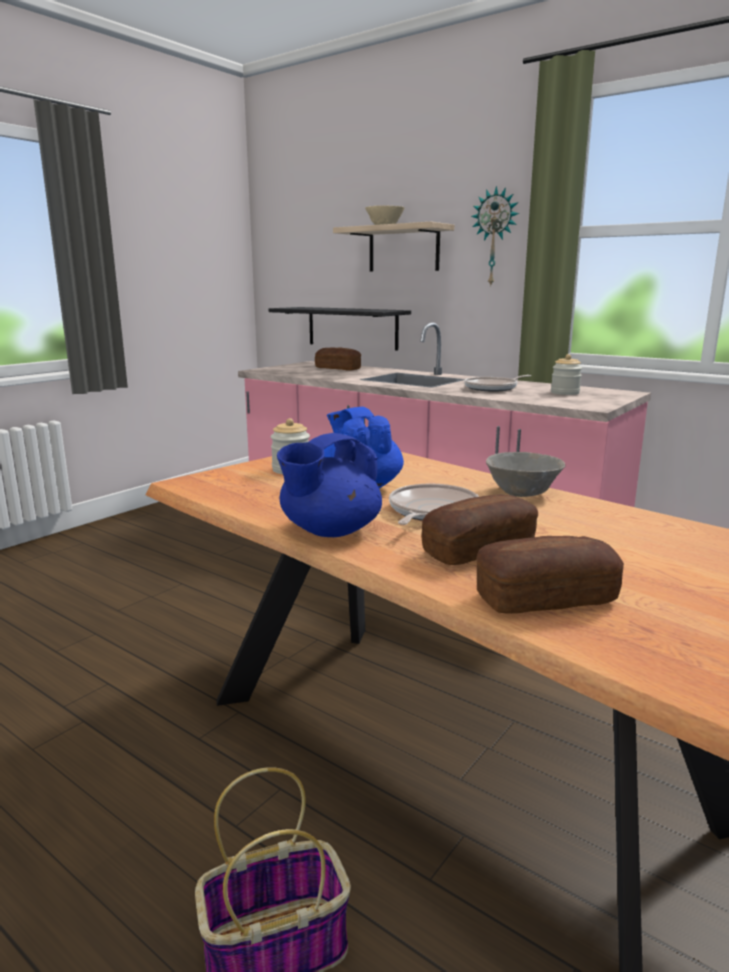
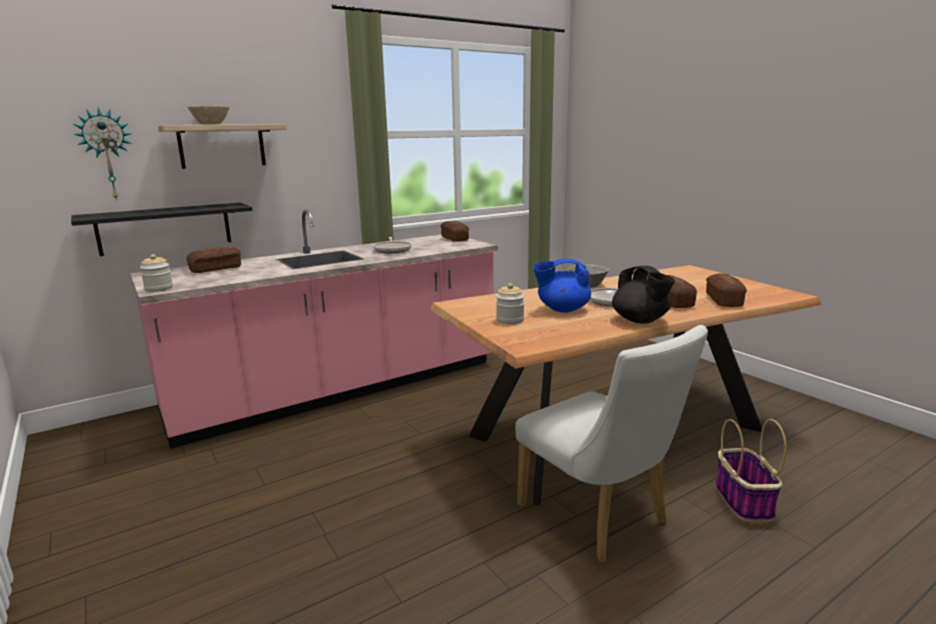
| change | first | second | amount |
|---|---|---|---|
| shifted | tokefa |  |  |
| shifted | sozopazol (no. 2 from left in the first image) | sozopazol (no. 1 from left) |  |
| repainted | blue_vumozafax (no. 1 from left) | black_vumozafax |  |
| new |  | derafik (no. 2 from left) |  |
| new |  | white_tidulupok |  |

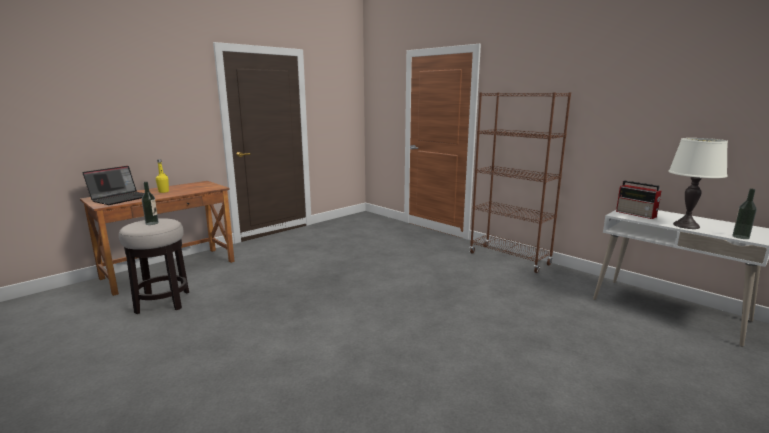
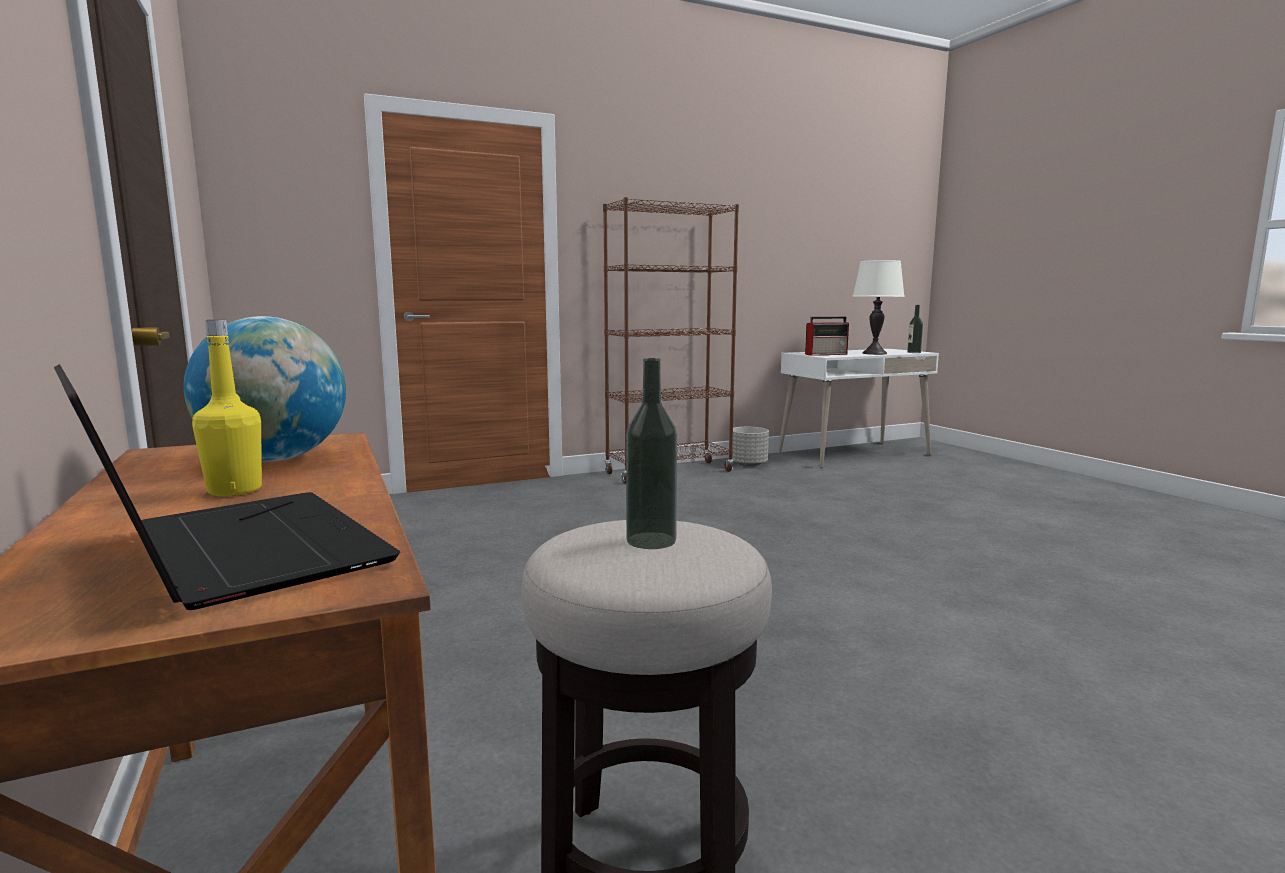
| change | first | second | amount |
|---|---|---|---|
| new |  | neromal |  |
| new |  | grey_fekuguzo |  |

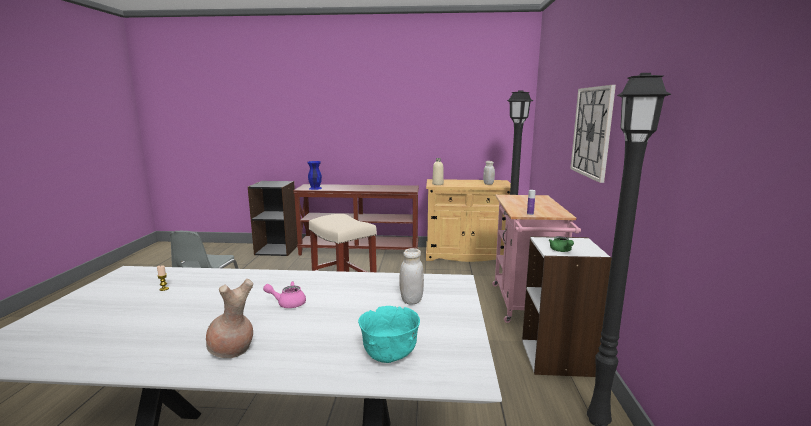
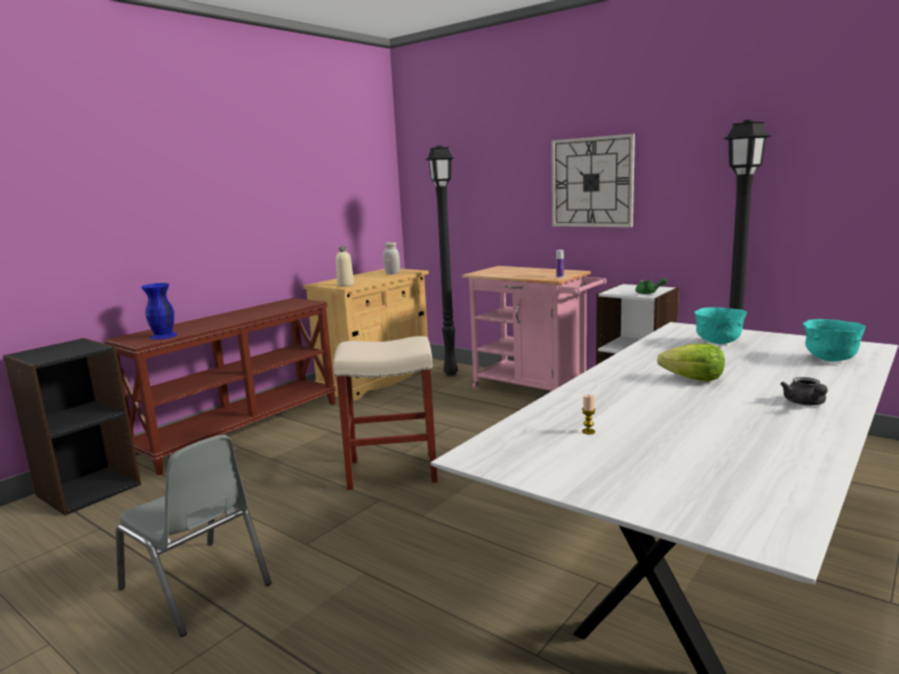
| change | first | second | amount |
|---|---|---|---|
| swapped | white_sozopazol (no. 1 from left) | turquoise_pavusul (no. 1 from left) |  |
| swapped | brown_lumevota | grey_vumozafax |  |
| swapped | pink_vumozafax | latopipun |  |

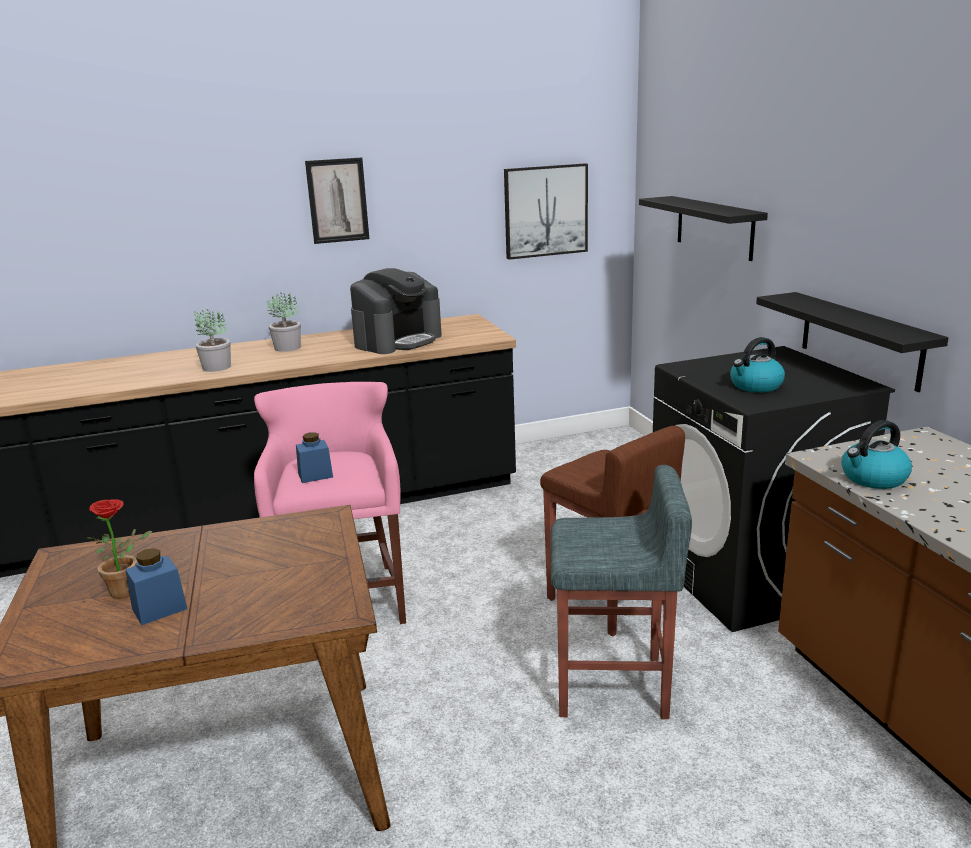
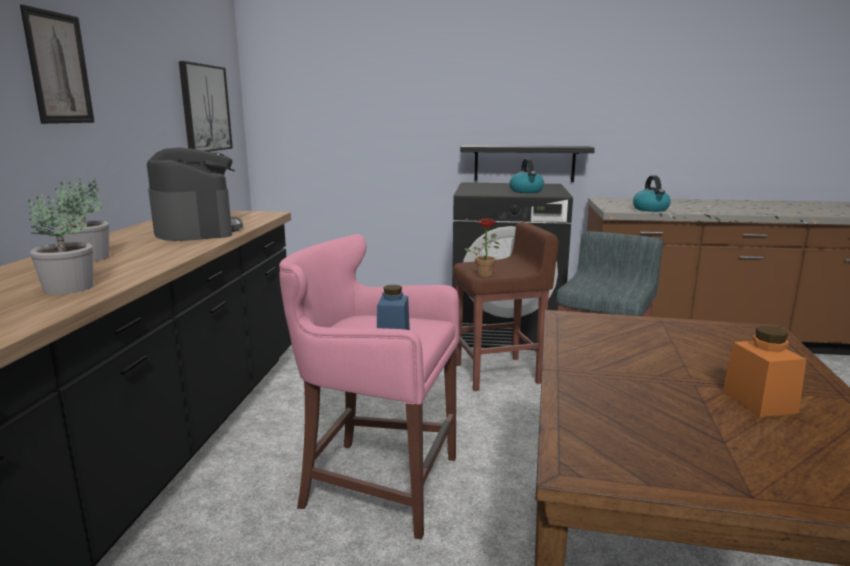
| change | first | second | amount |
|---|---|---|---|
| gone | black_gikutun (no. 1 from left) |  |  |
| shifted | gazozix (no. 1 from left in the first image) | gazozix (no. 3 from left) |  |
| repainted | blue_sozopazol (no. 1 from left) | orange_sozopazol |  |

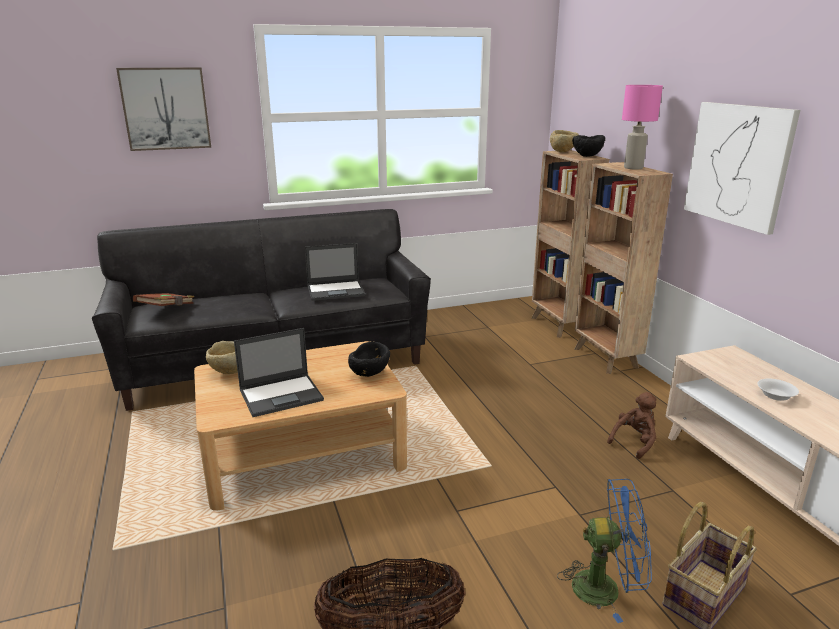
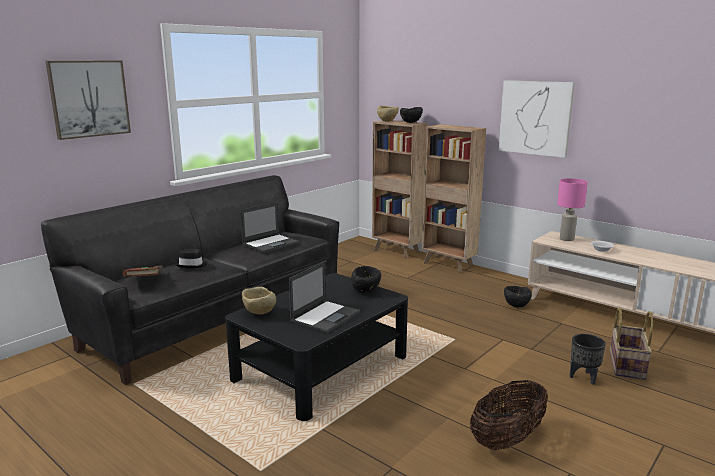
| change | first | second | amount |
|---|---|---|---|
| shifted | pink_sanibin |  |  |
| repainted | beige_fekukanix | black_fekukanix |  |
| swapped | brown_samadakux | black_pavusul (no. 3 from left) |  |
| swapped | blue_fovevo | black_fekuguzo |  |
| new |  | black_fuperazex |  |

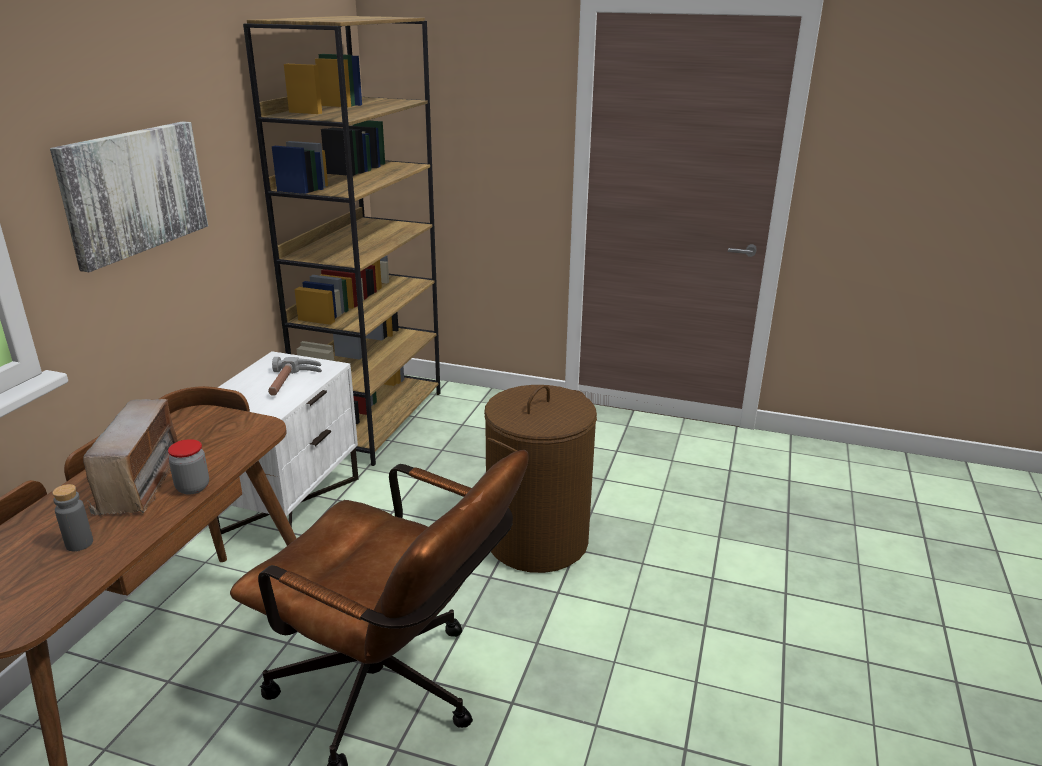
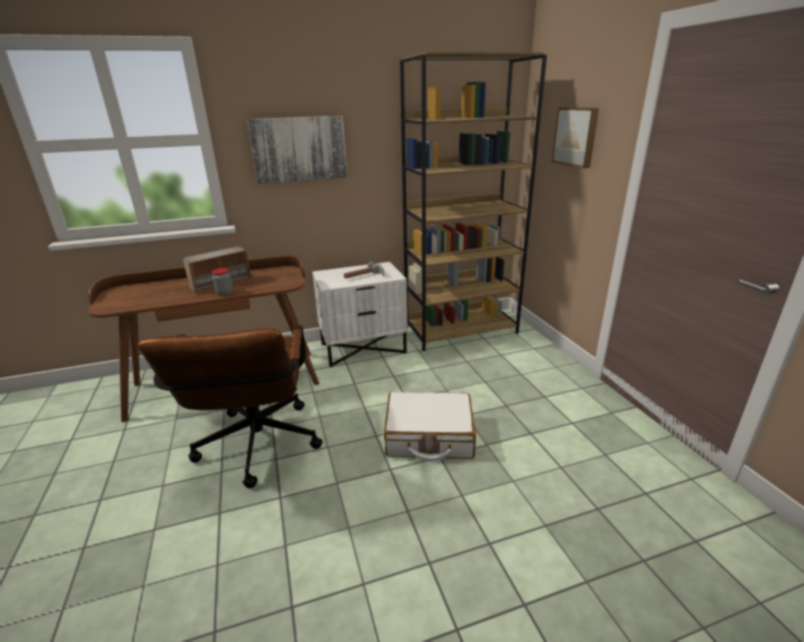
| change | first | second | amount |
|---|---|---|---|
| swapped | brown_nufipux | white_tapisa |  |
| gone | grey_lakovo |  |  |
| new |  | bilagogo (no. 2 from left) |  |

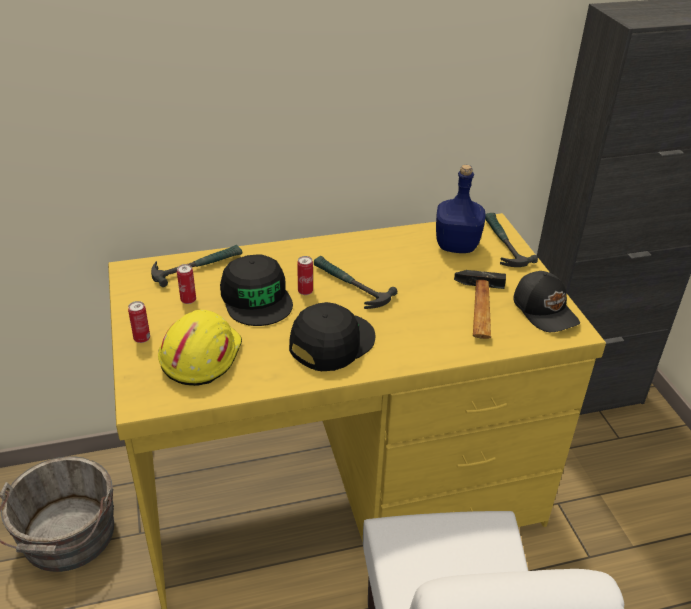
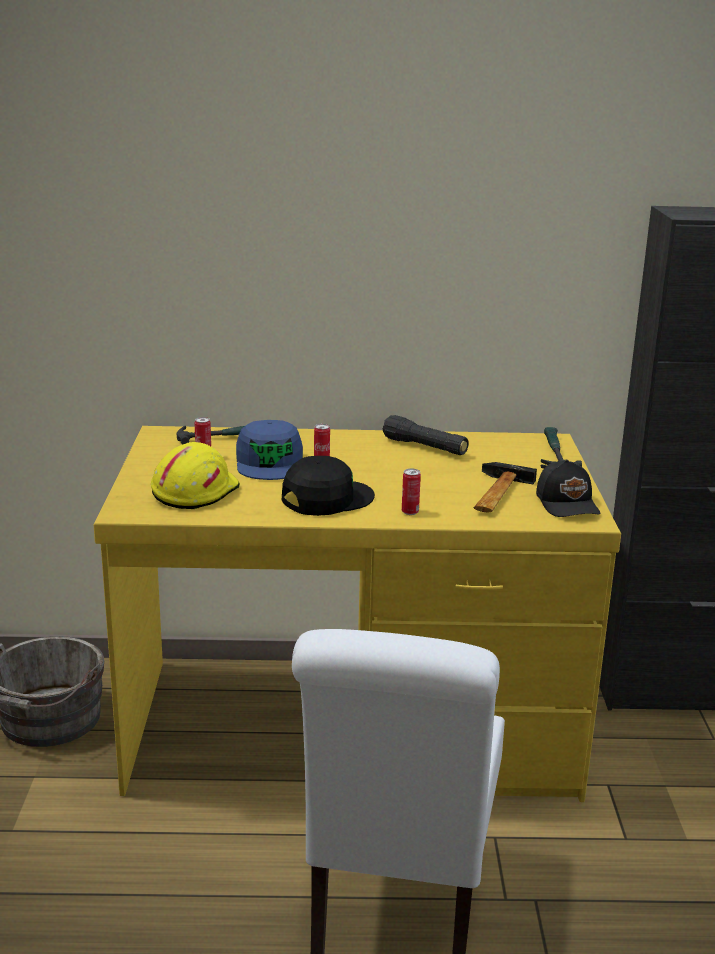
| change | first | second | amount |
|---|---|---|---|
| gone | blue_lakovo |  |  |
| repainted | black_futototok (no. 1 from left) | blue_futototok |  |
| gone | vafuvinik (no. 2 from left) |  |  |
| shifted | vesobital (no. 1 from left in the first image) | vesobital (no. 3 from left) |  |
| new |  | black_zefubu |  |

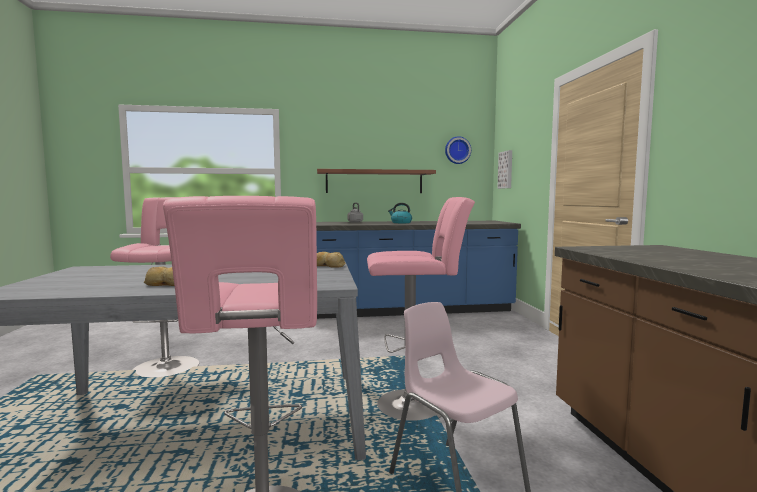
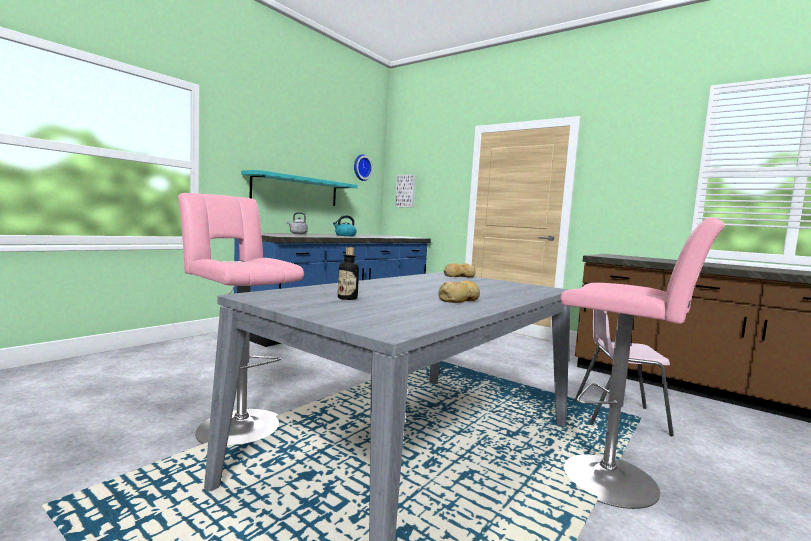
| change | first | second | amount |
|---|---|---|---|
| repainted | brown_gikutun | turquoise_gikutun |  |
| gone | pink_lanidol (no. 3 from left) |  |  |
| new |  | lakovo |  |

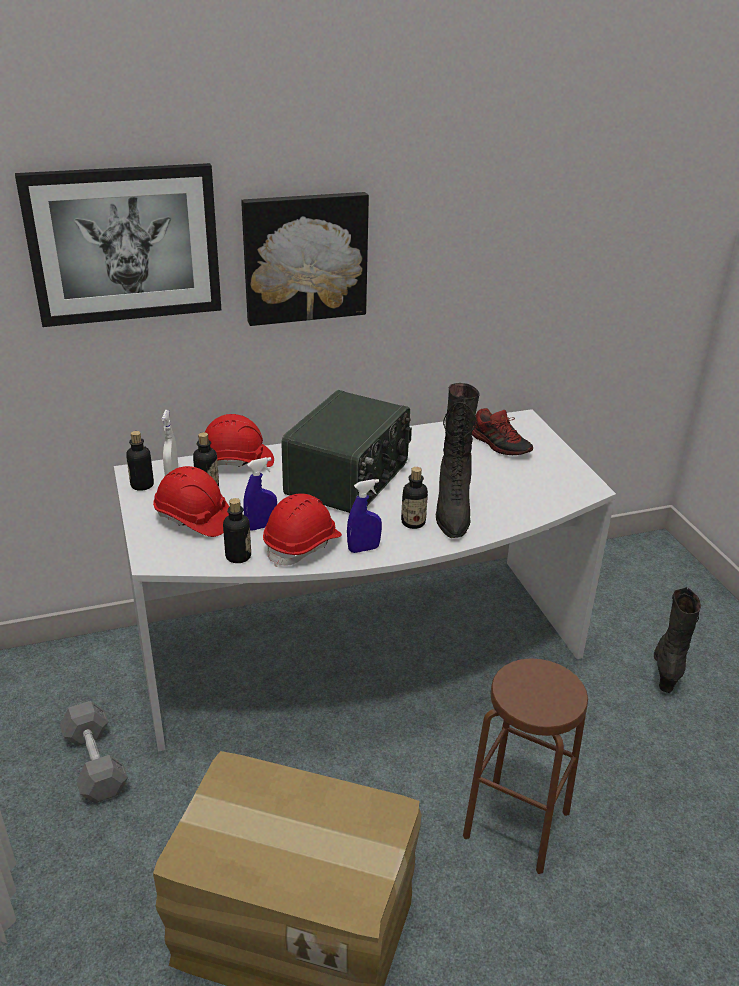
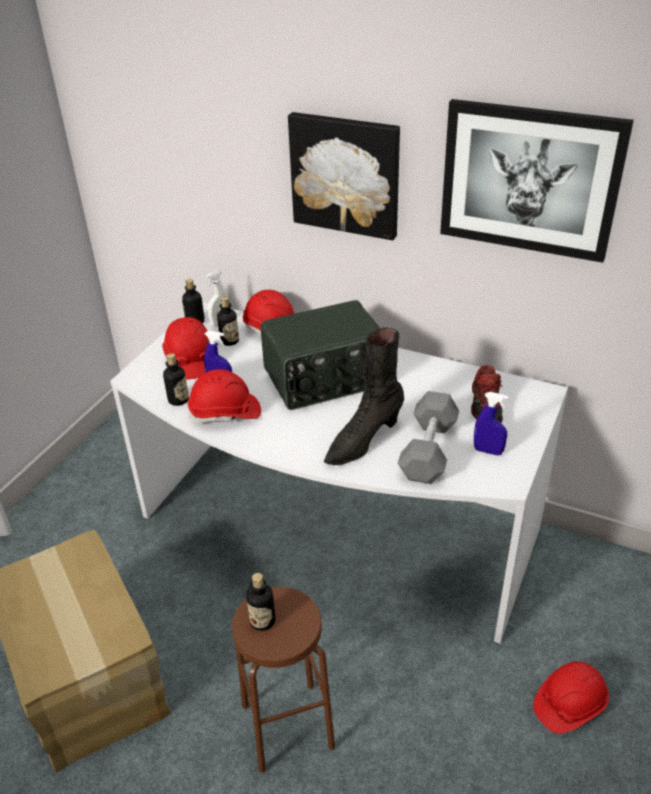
| change | first | second | amount |
|---|---|---|---|
| shifted | bilagogo (no. 1 from left in the first image) | bilagogo (no. 2 from left) |  |
| shifted | lakovo (no. 4 from left) |  |  |
| shifted | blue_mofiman (no. 2 from left) |  |  |
| swapped | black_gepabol (no. 2 from left) | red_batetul (no. 4 from left) |  |
| shifted | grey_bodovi |  |  |

